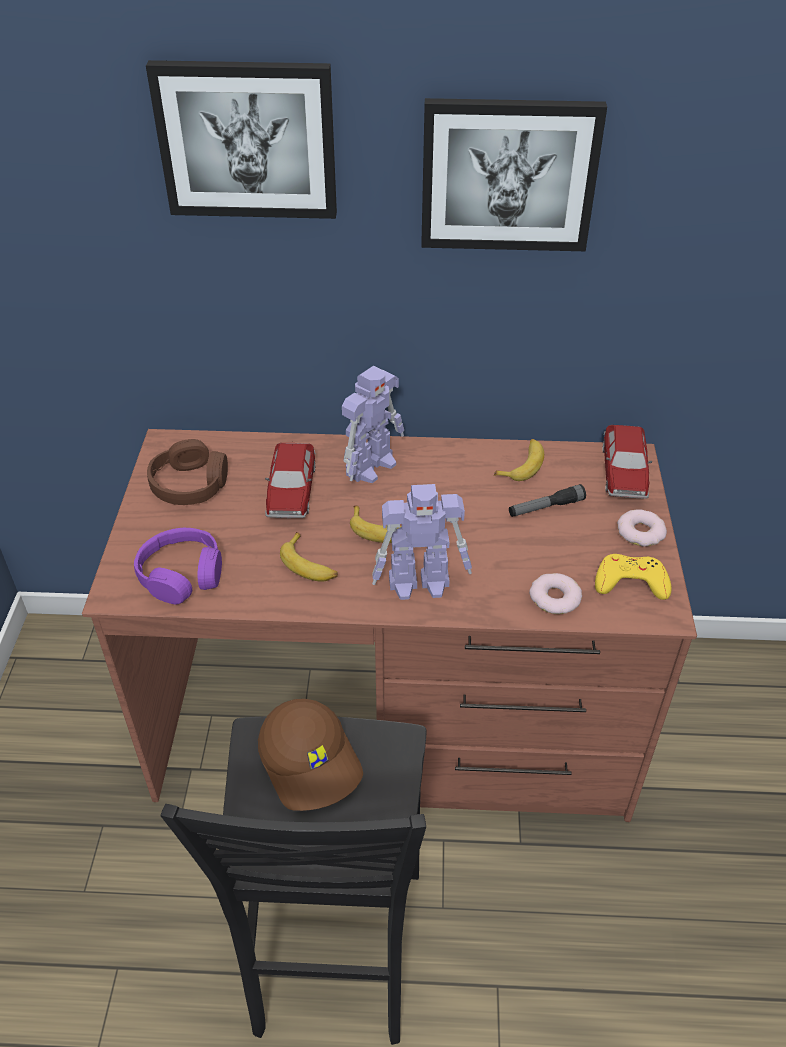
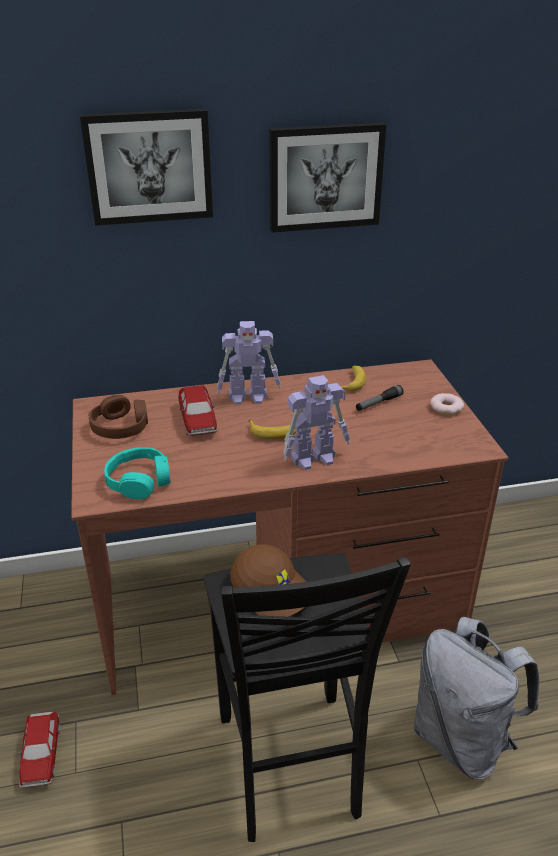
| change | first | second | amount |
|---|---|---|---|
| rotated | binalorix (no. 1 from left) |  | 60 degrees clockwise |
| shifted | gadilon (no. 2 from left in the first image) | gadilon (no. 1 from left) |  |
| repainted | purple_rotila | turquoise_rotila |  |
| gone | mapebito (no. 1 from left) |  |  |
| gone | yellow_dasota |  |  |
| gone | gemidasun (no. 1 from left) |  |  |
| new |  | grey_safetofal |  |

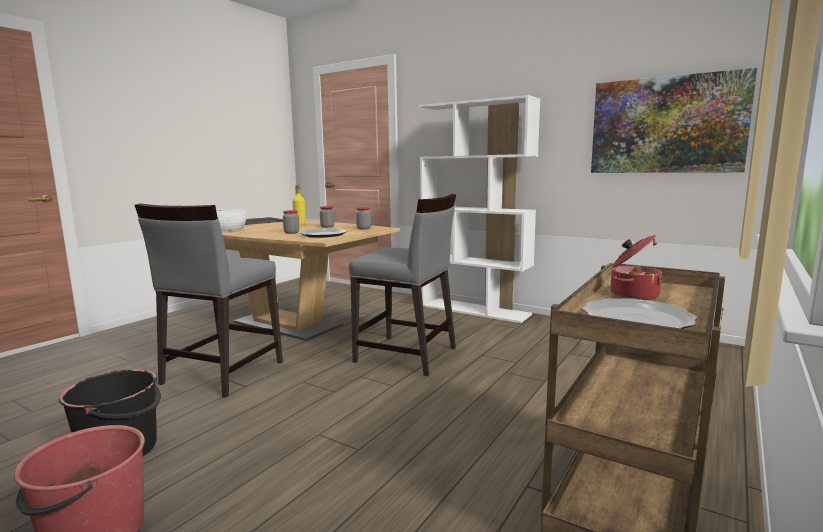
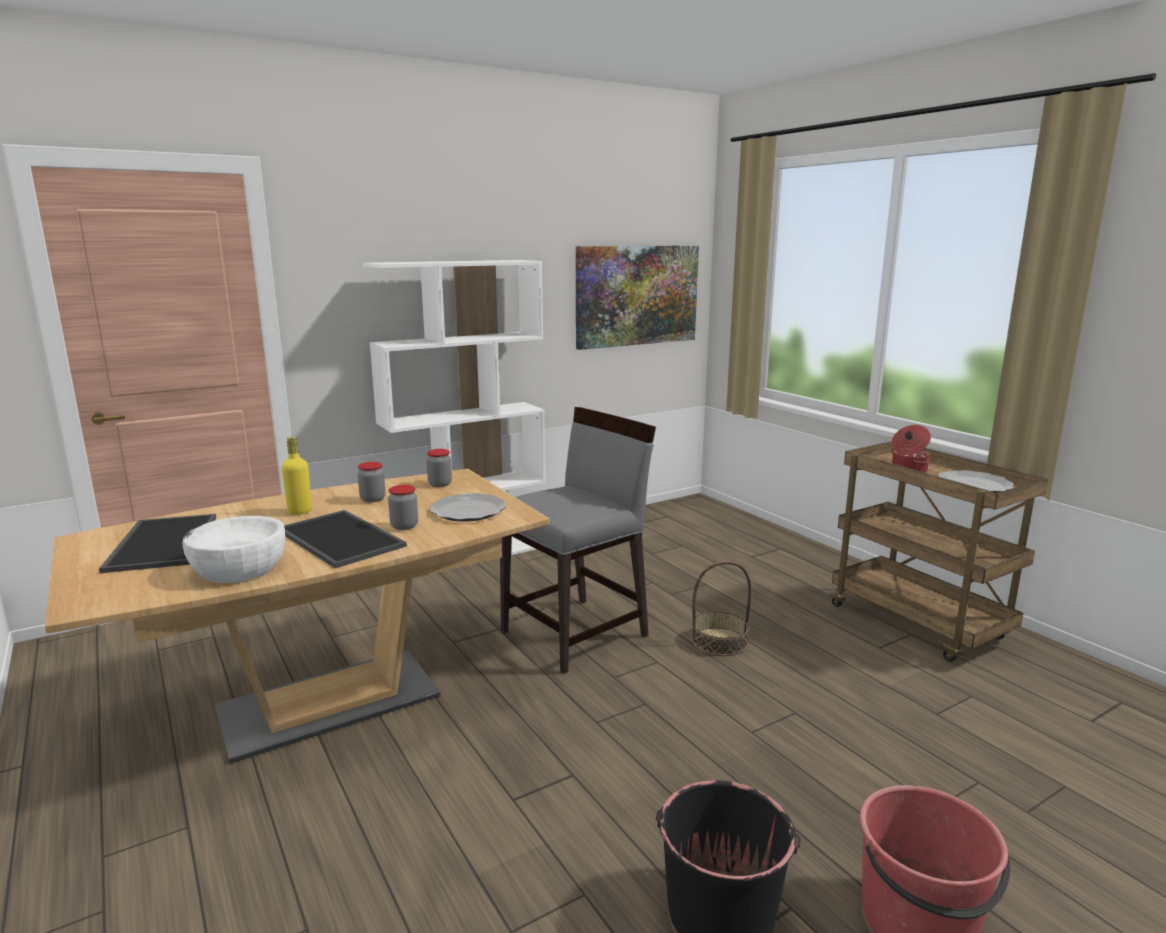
| change | first | second | amount |
|---|---|---|---|
| gone | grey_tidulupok (no. 1 from left) |  |  |
| new |  | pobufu (no. 2 from left) |  |
| new |  | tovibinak |  |

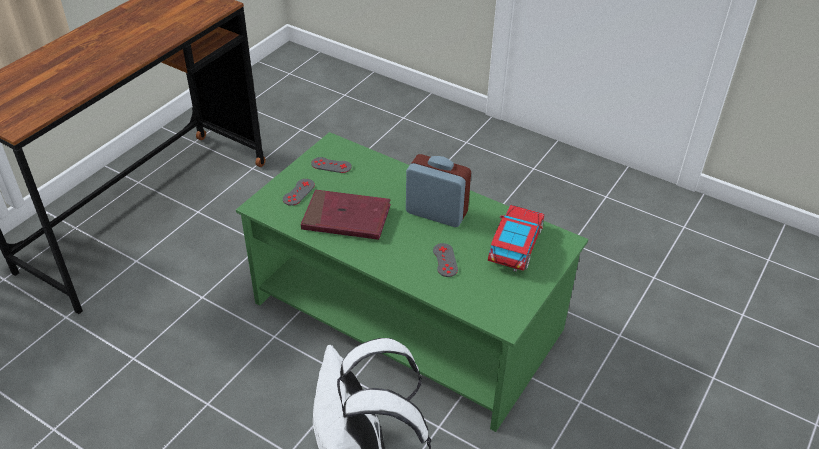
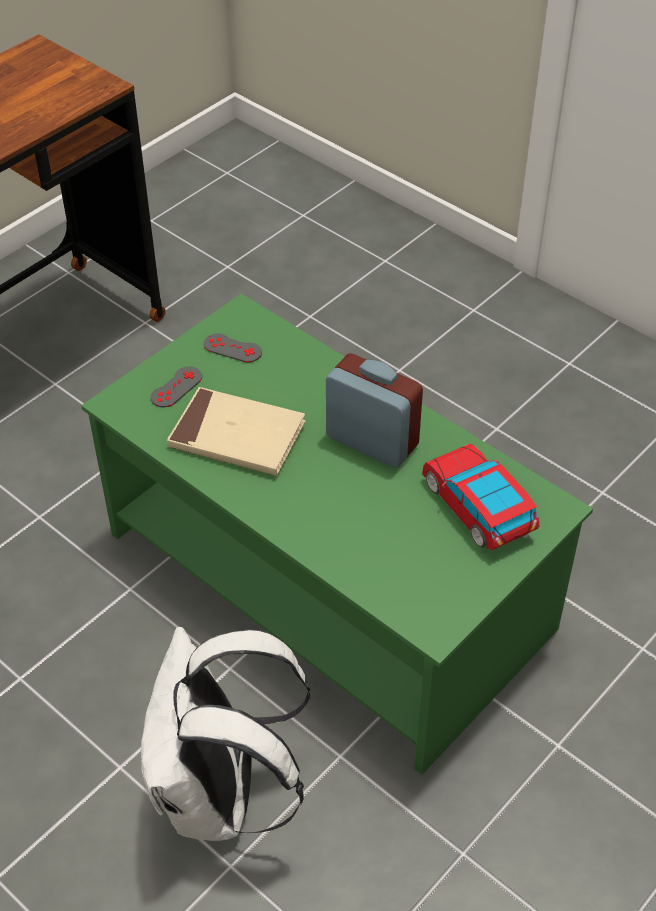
| change | first | second | amount |
|---|---|---|---|
| repainted | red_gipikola | beige_gipikola |  |
| rotated | gadilon |  | 60 degrees counterclockwise |
| gone | grey_dasota (no. 3 from left) |  |  |

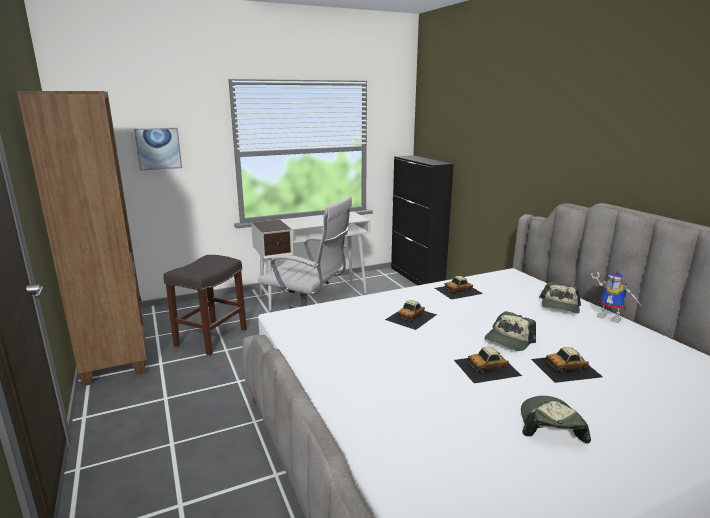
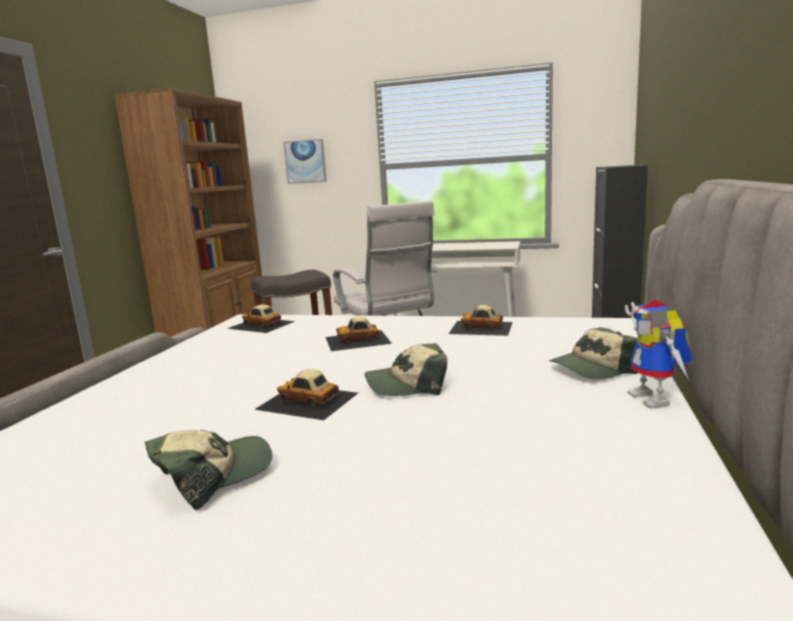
| change | first | second | amount |
|---|---|---|---|
| shifted | gadilon (no. 4 from left in the first image) | gadilon (no. 1 from left) |  |

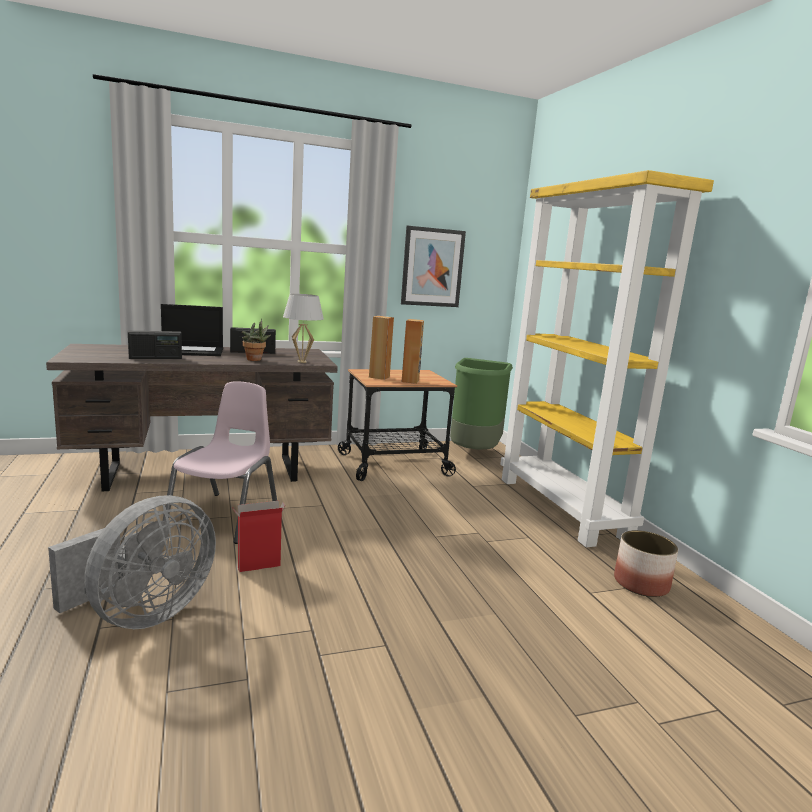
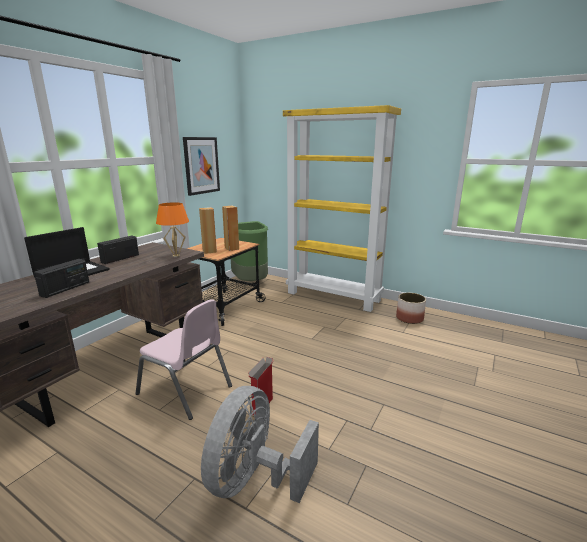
| change | first | second | amount |
|---|---|---|---|
| repainted | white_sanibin | orange_sanibin |  |
| gone | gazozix |  |  |
| rotated | pink_tidulupok |  | 150 degrees clockwise |
| rotated | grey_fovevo |  | 150 degrees counterclockwise |

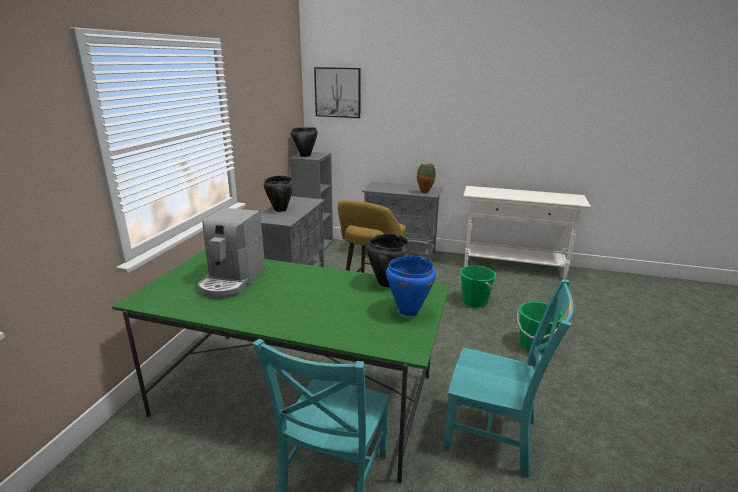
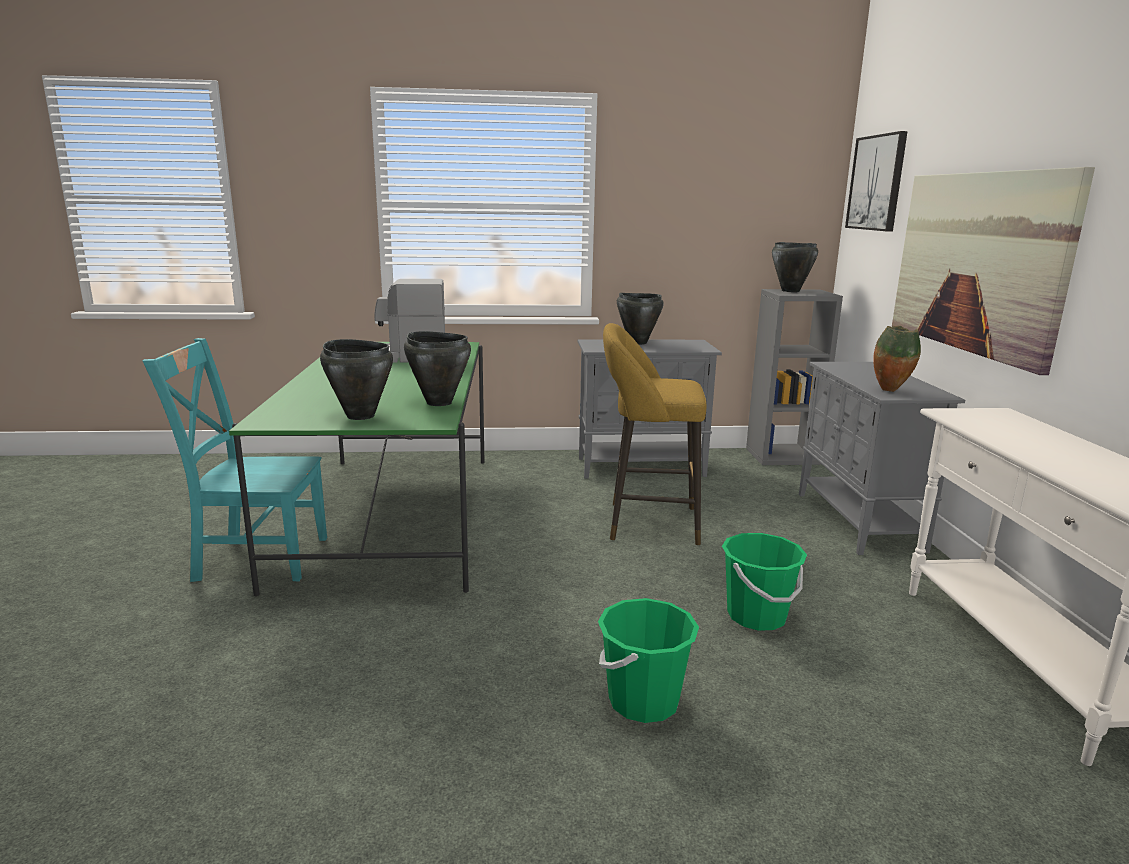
| change | first | second | amount |
|---|---|---|---|
| repainted | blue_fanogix | black_fanogix (no. 1 from left) |  |
| gone | turquoise_tidulupok (no. 2 from left) |  |  |
| new |  | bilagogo (no. 2 from left) |  |

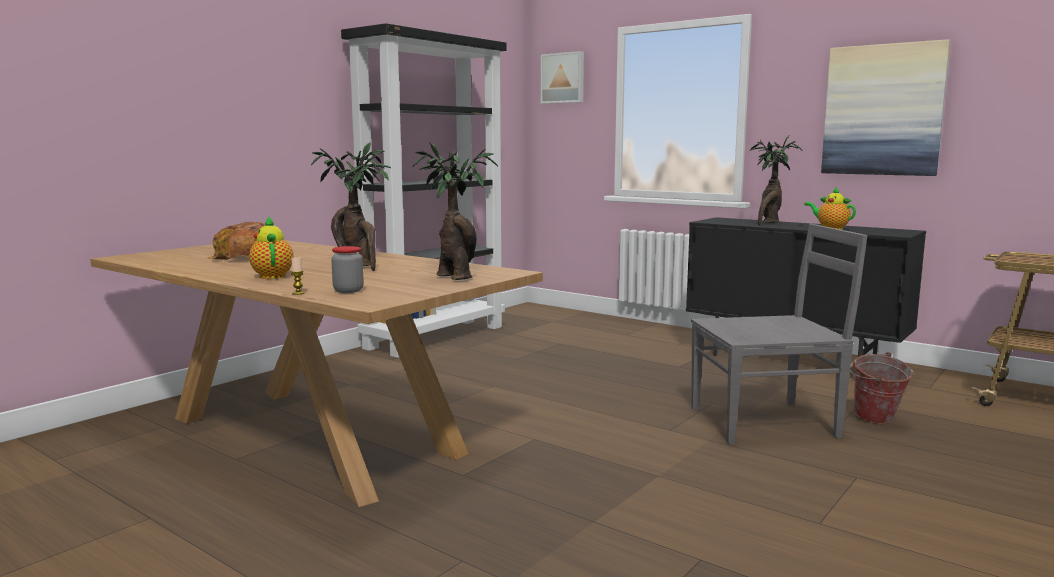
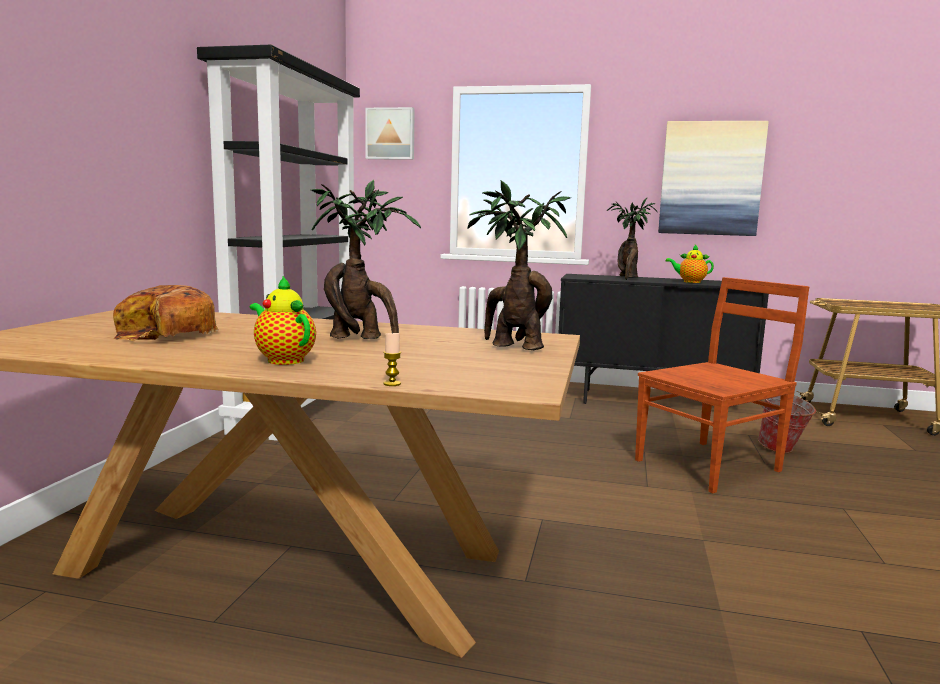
| change | first | second | amount |
|---|---|---|---|
| repainted | grey_tidulupok | brown_tidulupok |  |
| gone | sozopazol |  |  |

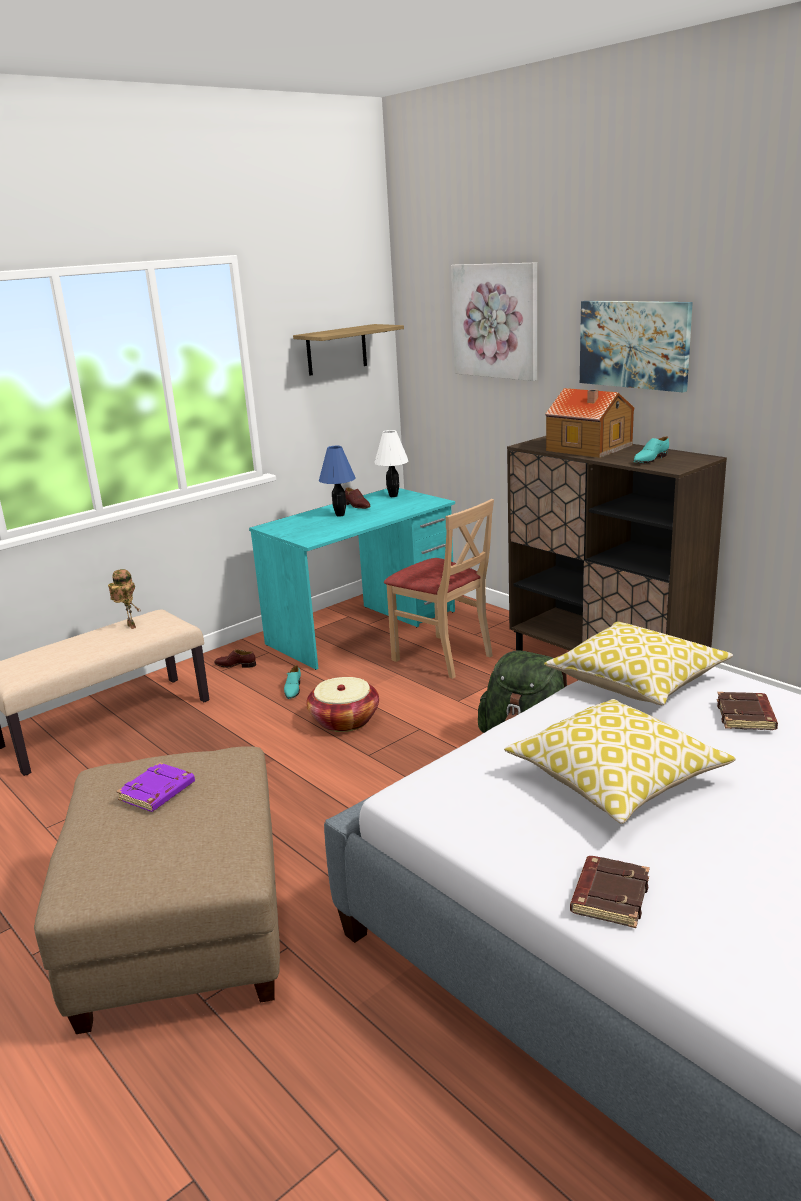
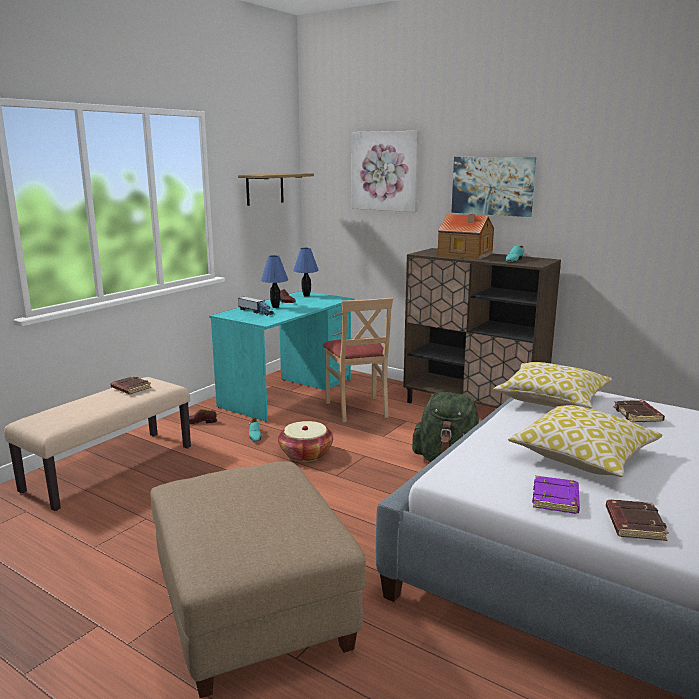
| change | first | second | amount |
|---|---|---|---|
| repainted | white_sanibin | blue_sanibin (no. 2 from left) |  |
| rotated | beige_tidulupok |  | 45 degrees clockwise |
| swapped | binalorix | brown_gipikola (no. 1 from left) |  |
| shifted | purple_gipikola |  |  |
| new |  | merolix |  |

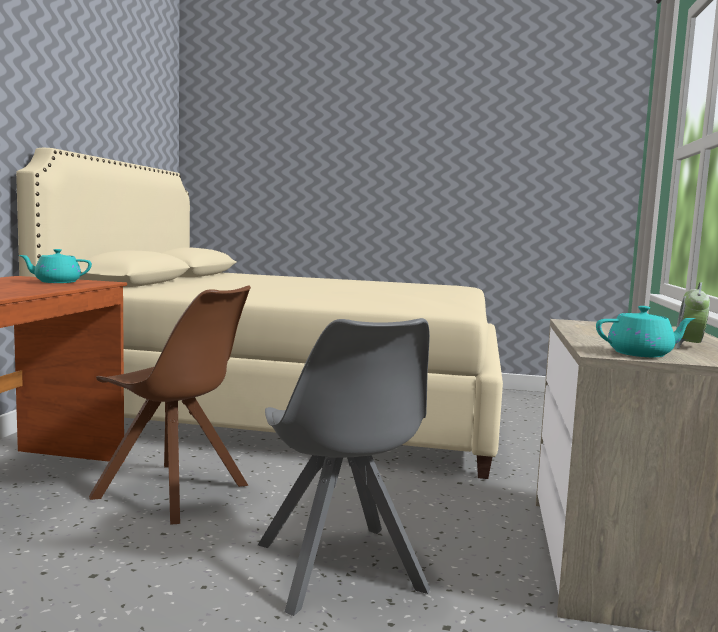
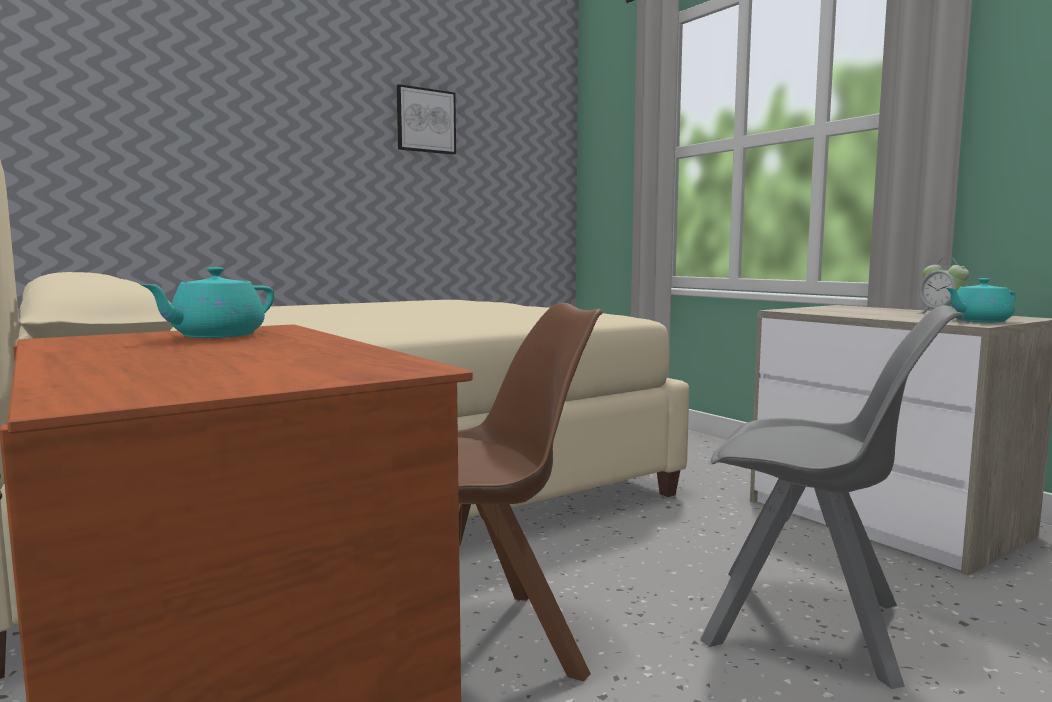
| change | first | second | amount |
|---|---|---|---|
| rotated | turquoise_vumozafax (no. 2 from left) |  | 150 degrees counterclockwise |
| new |  | bilagogo |  |

